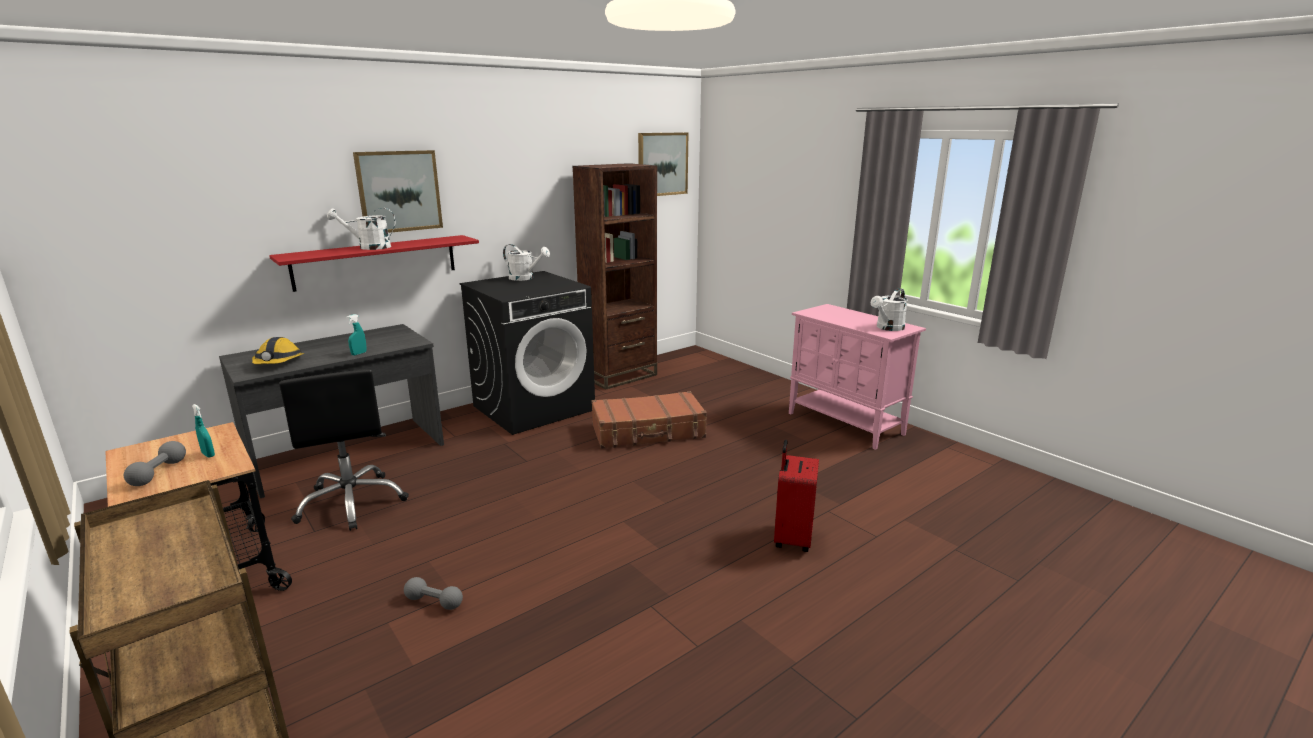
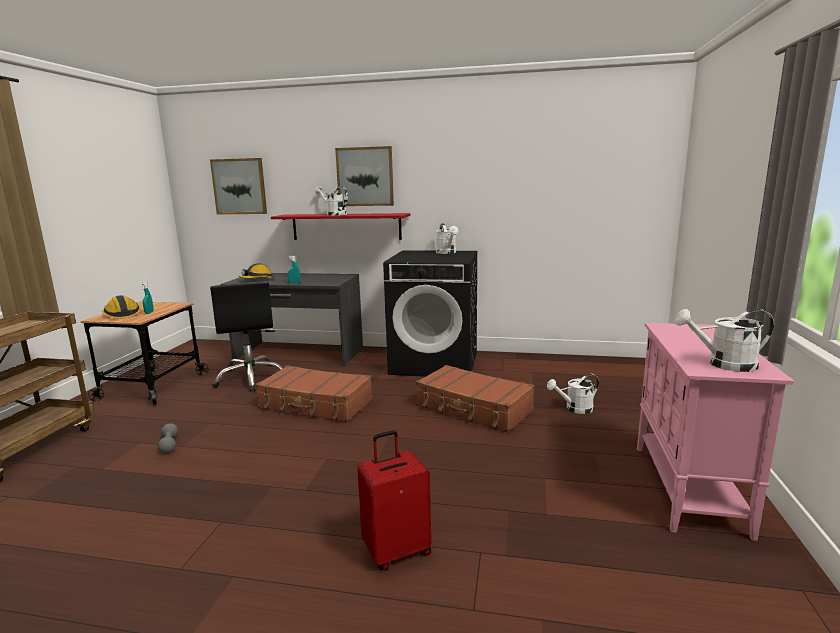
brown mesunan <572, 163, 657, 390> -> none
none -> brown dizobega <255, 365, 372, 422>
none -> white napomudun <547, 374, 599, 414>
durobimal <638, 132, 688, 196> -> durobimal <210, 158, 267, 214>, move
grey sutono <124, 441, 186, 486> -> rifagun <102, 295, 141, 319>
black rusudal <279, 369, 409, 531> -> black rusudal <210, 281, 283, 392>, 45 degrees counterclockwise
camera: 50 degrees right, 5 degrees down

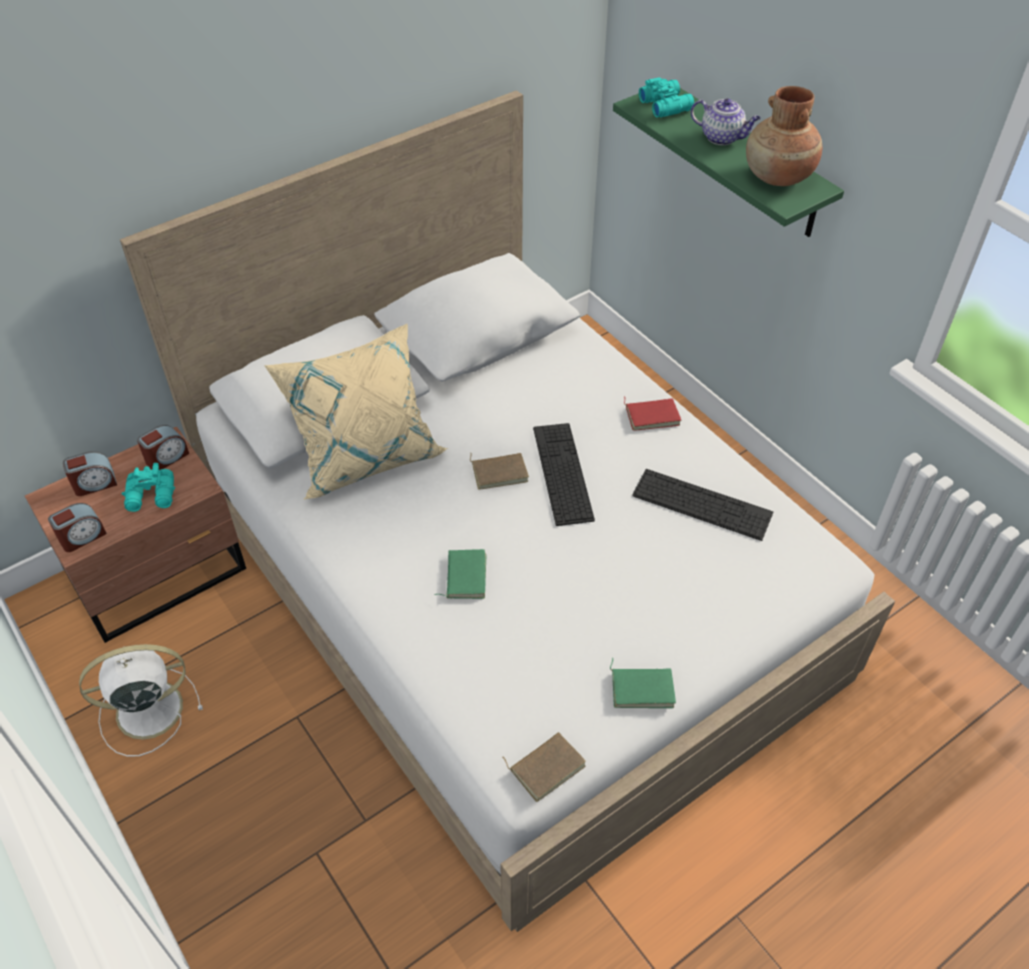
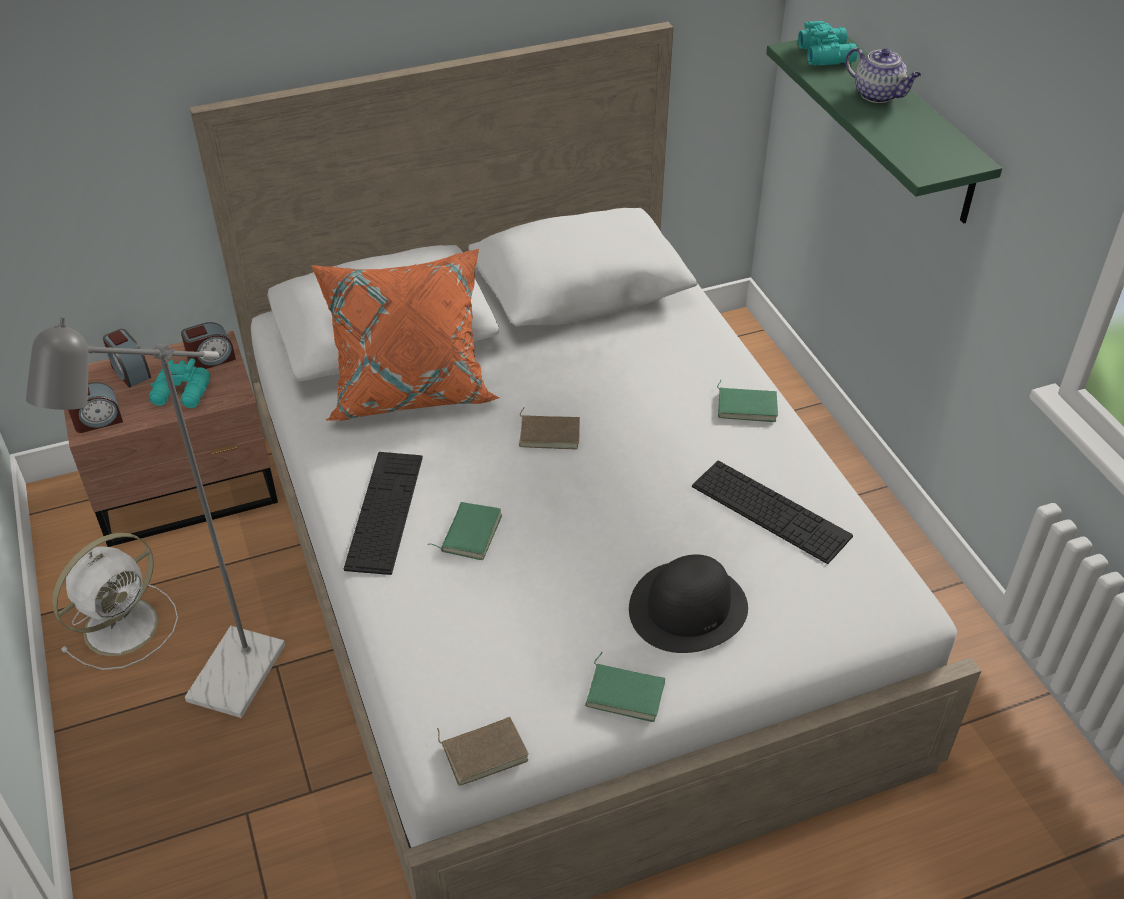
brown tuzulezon <746, 86, 822, 186> -> none
none -> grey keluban <26, 317, 285, 718>
none -> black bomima <629, 554, 748, 653>
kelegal <533, 423, 595, 526> -> kelegal <344, 452, 423, 575>, move
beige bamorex <264, 323, 448, 499> -> orange bamorex <311, 249, 500, 421>
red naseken <624, 397, 681, 431> -> green naseken <717, 380, 778, 422>
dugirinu <63, 451, 117, 496> -> dugirinu <103, 329, 151, 388>, 60 degrees clockwise
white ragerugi <79, 644, 203, 757> -> white ragerugi <52, 533, 178, 670>, 135 degrees clockwise
camera: 15 degrees right, 5 degrees down

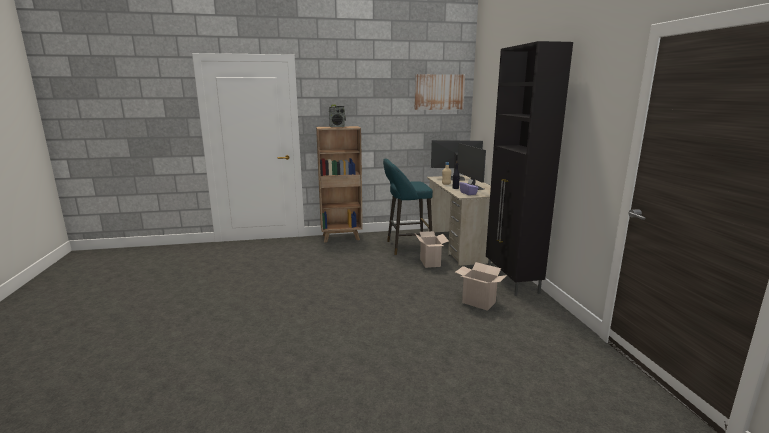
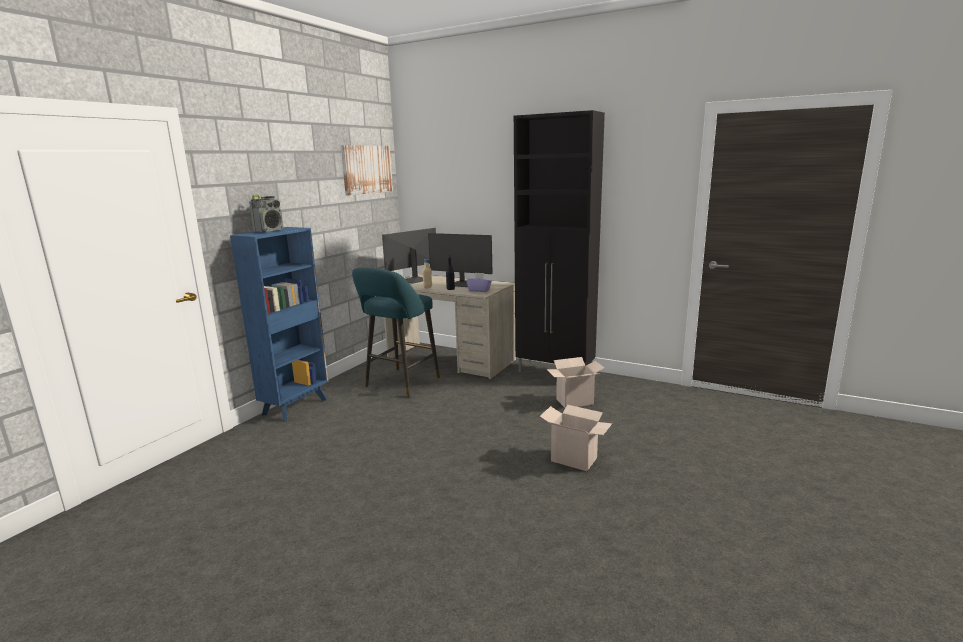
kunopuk <415, 231, 449, 268> -> kunopuk <540, 405, 612, 471>, move
brown mesunan <316, 126, 363, 243> -> blue mesunan <230, 227, 328, 422>
camera: 50 degrees left, 0 degrees up

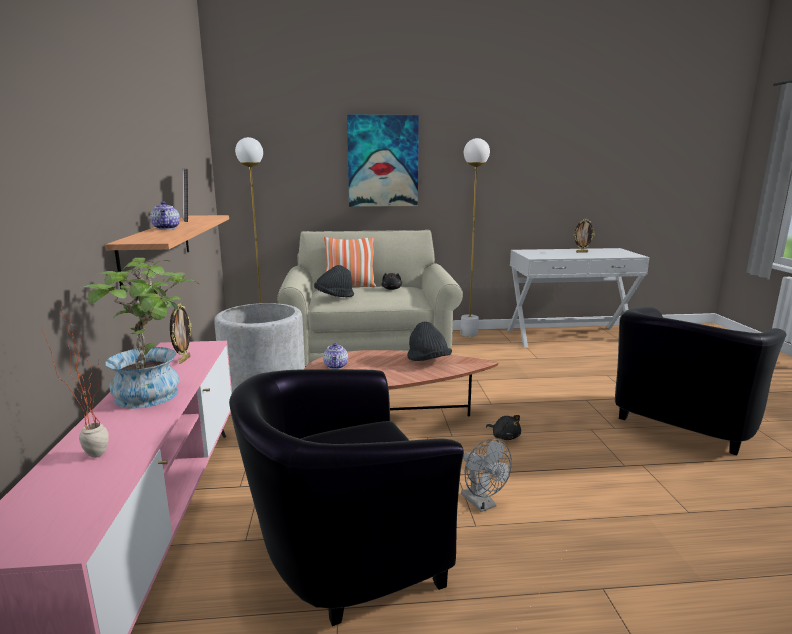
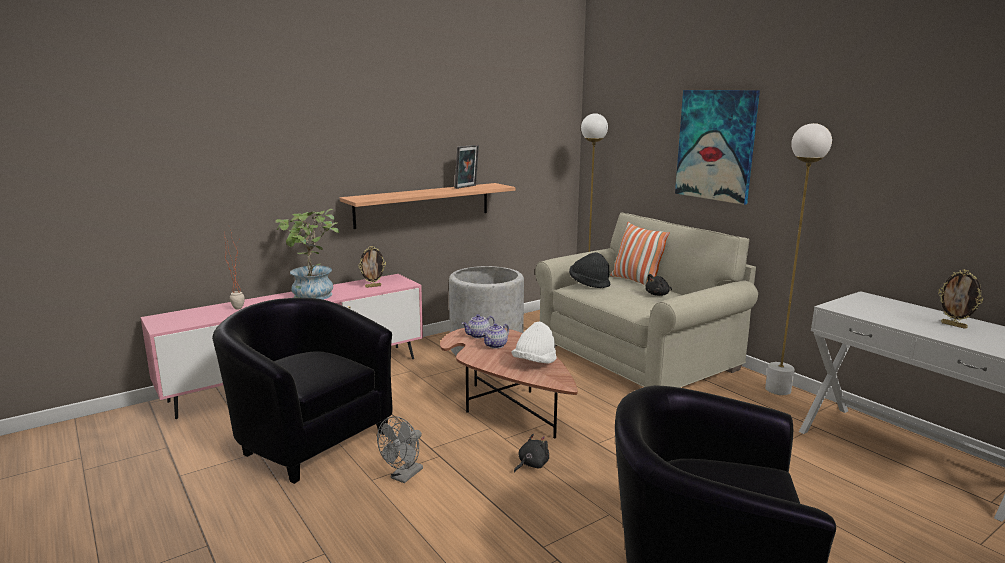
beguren <150, 201, 180, 230> -> beguren <482, 323, 509, 349>, move
black bomima <407, 322, 452, 361> -> white bomima <511, 322, 557, 364>
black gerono <486, 415, 521, 440> -> black gerono <514, 434, 549, 473>, 150 degrees counterclockwise
camera: 60 degrees right, 0 degrees up

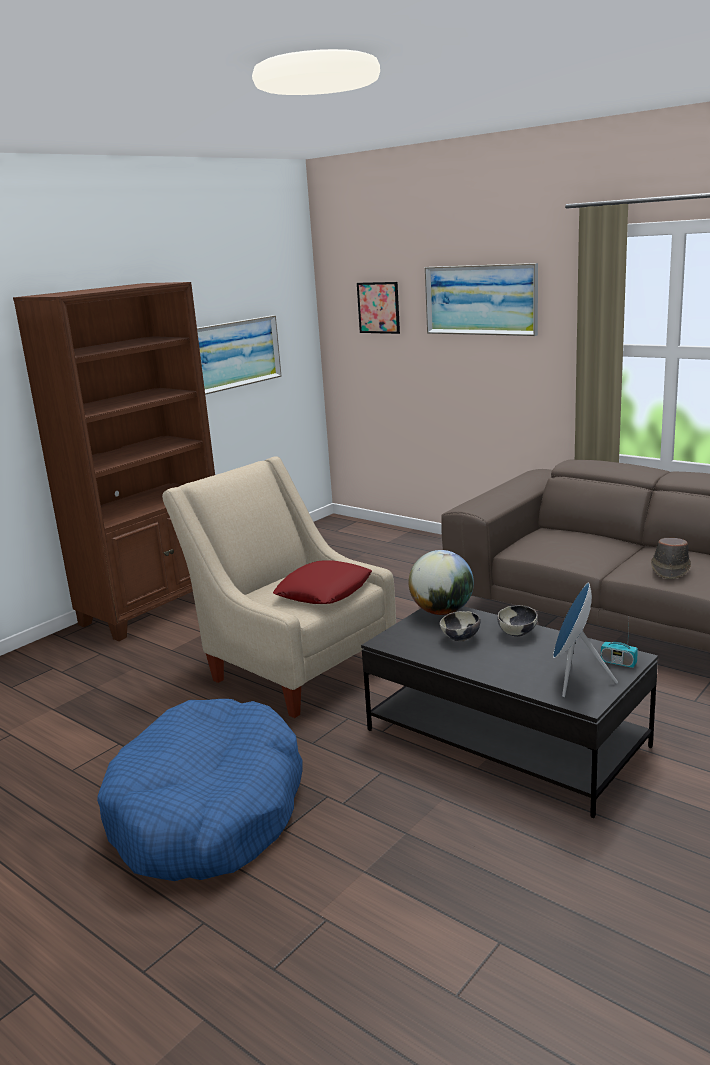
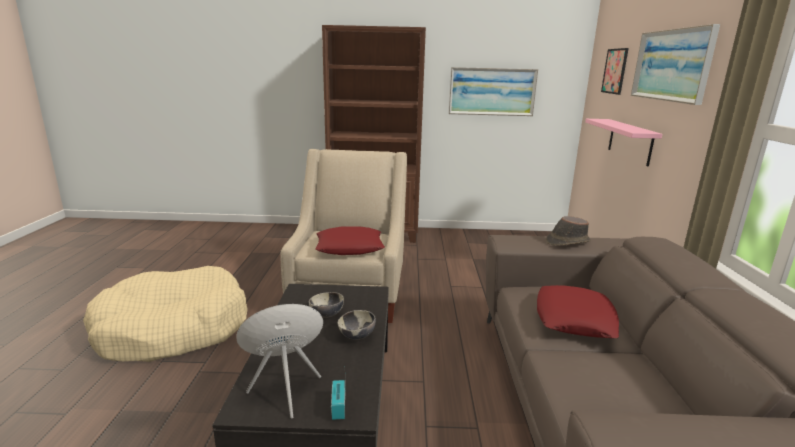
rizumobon <409, 550, 474, 615> -> none
none -> red bamorex <537, 285, 619, 338>
none -> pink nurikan <585, 119, 662, 167>
brown bomima <651, 538, 691, 579> -> brown bomima <546, 216, 591, 246>, move
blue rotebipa <97, 699, 302, 881> -> beige rotebipa <83, 266, 248, 362>
camera: 50 degrees right, 0 degrees up

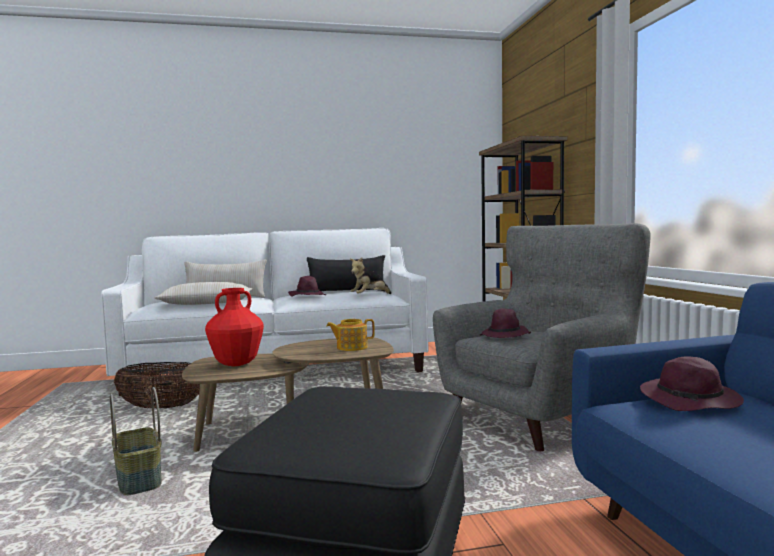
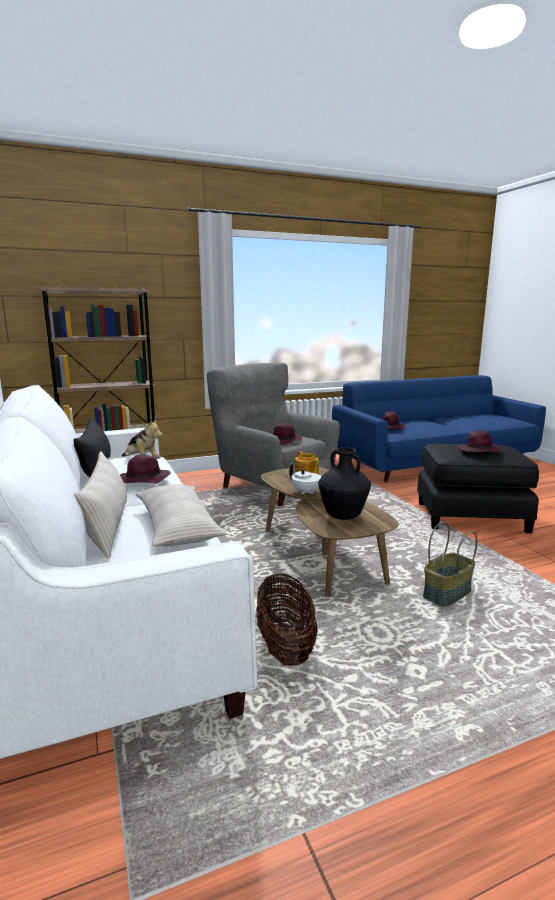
none -> white beguren <289, 464, 322, 494>
none -> purple bomima <458, 430, 501, 453>
red tuzulezon <205, 288, 264, 366> -> black tuzulezon <318, 447, 371, 520>
camera: 100 degrees left, 10 degrees up

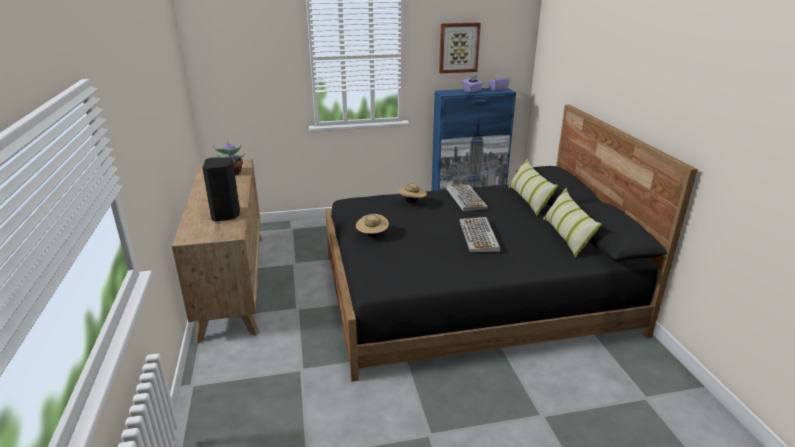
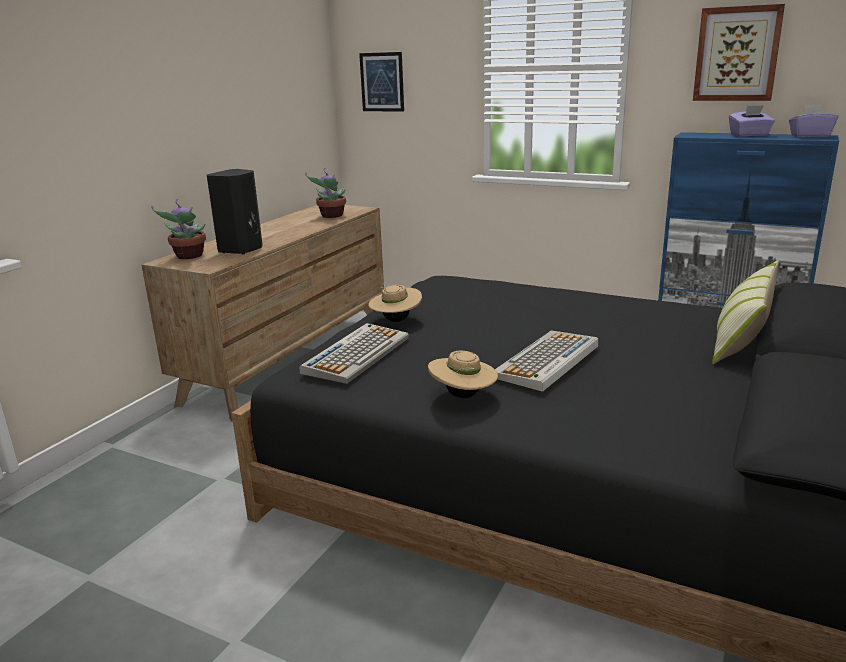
bamorex <543, 188, 602, 258> -> none
none -> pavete <151, 199, 206, 259>
none -> durobimal <359, 52, 404, 112>
beige bomima <397, 184, 427, 203> -> beige bomima <428, 350, 498, 398>, move
kelegal <446, 184, 489, 212> -> kelegal <299, 323, 409, 384>, move
camera: 40 degrees right, 5 degrees down

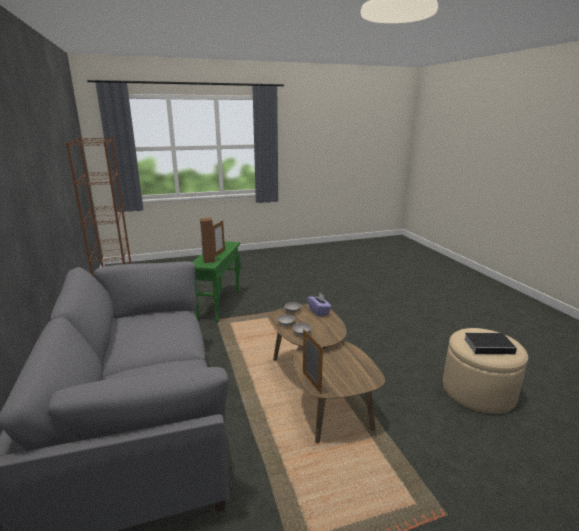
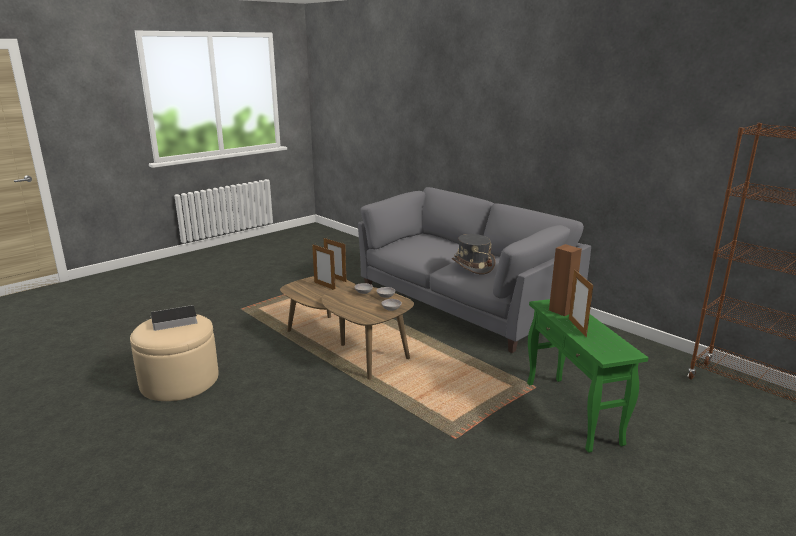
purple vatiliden <308, 293, 332, 317> -> none
none -> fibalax <312, 244, 336, 290>
none -> grey bomima <452, 234, 496, 274>
camera: 155 degrees right, 0 degrees up

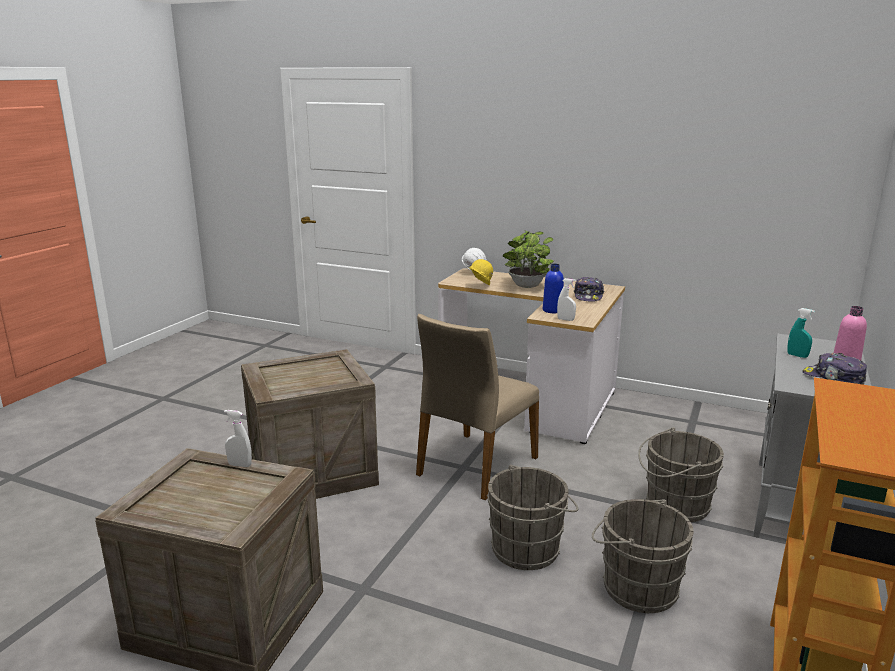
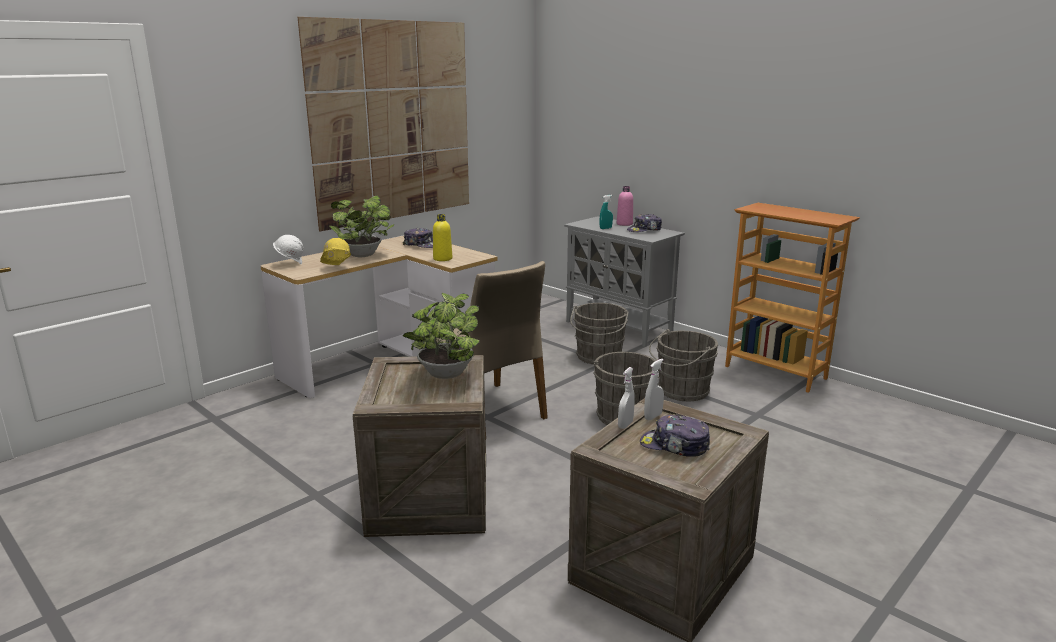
none -> durobimal <298, 17, 469, 231>
none -> pavete <403, 293, 480, 379>
none -> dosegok <640, 414, 710, 457>
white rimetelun <557, 278, 576, 321> -> white rimetelun <644, 359, 664, 420>, move
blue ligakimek <543, 264, 564, 313> -> yellow ligakimek <433, 214, 452, 261>
camera: 70 degrees left, 0 degrees up

